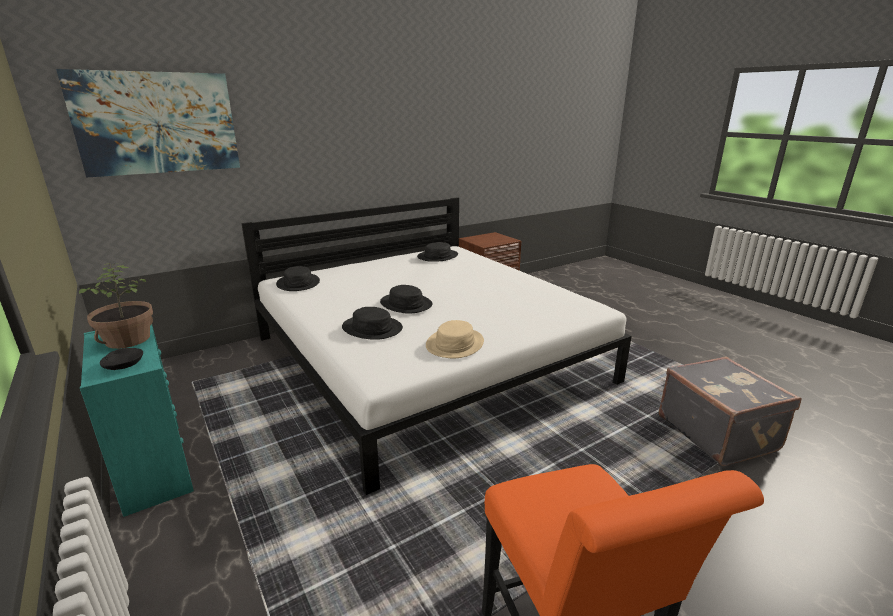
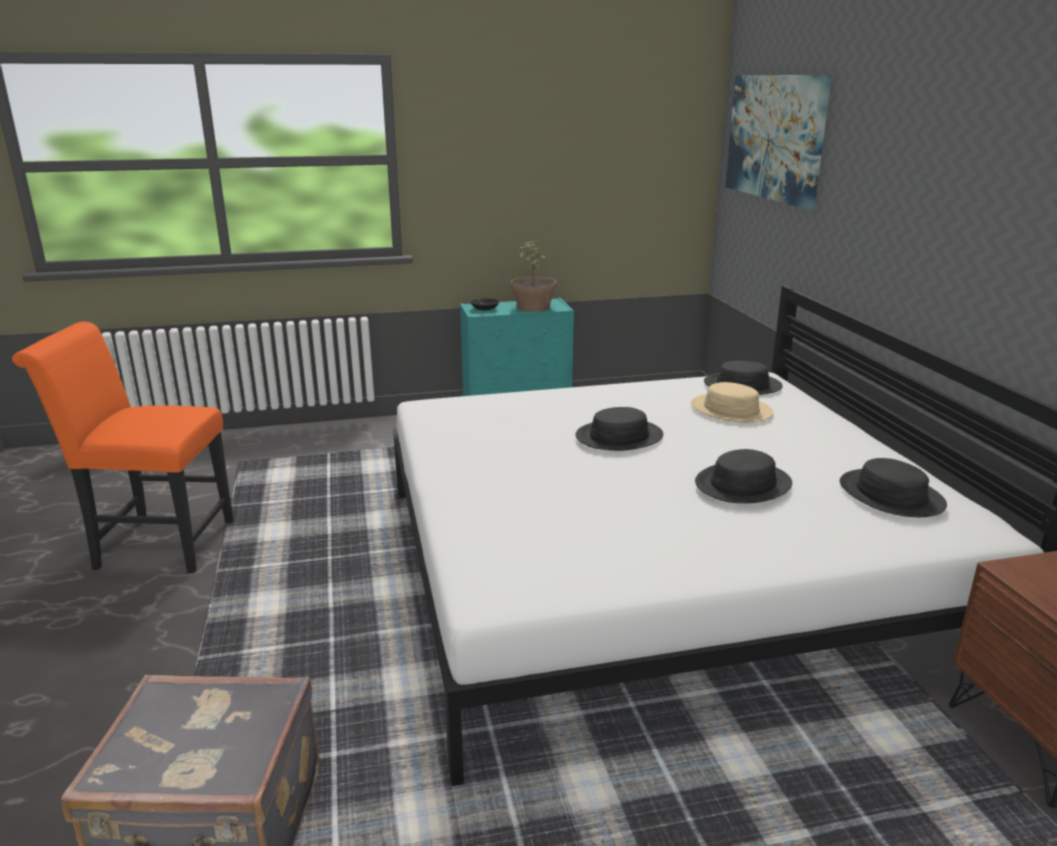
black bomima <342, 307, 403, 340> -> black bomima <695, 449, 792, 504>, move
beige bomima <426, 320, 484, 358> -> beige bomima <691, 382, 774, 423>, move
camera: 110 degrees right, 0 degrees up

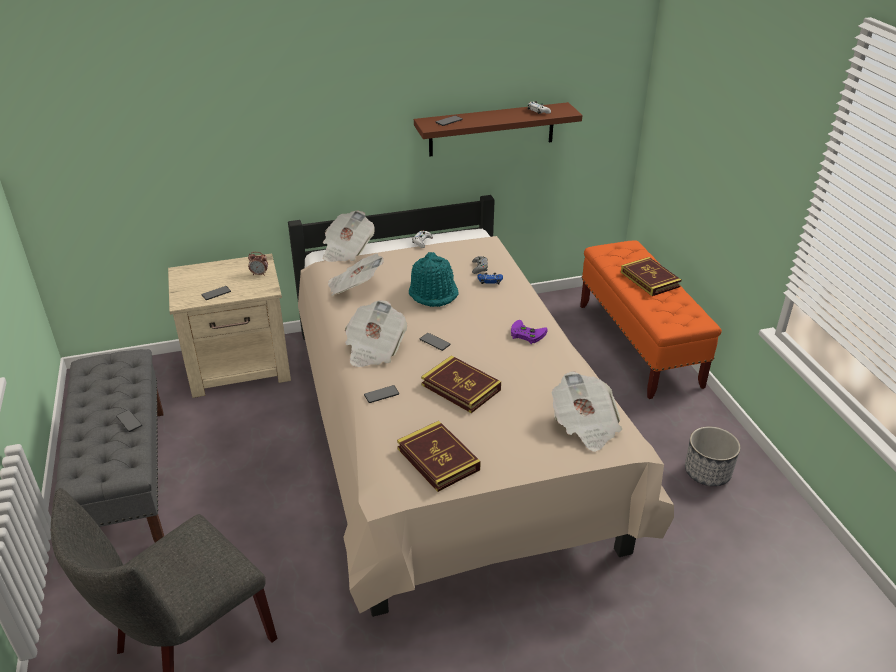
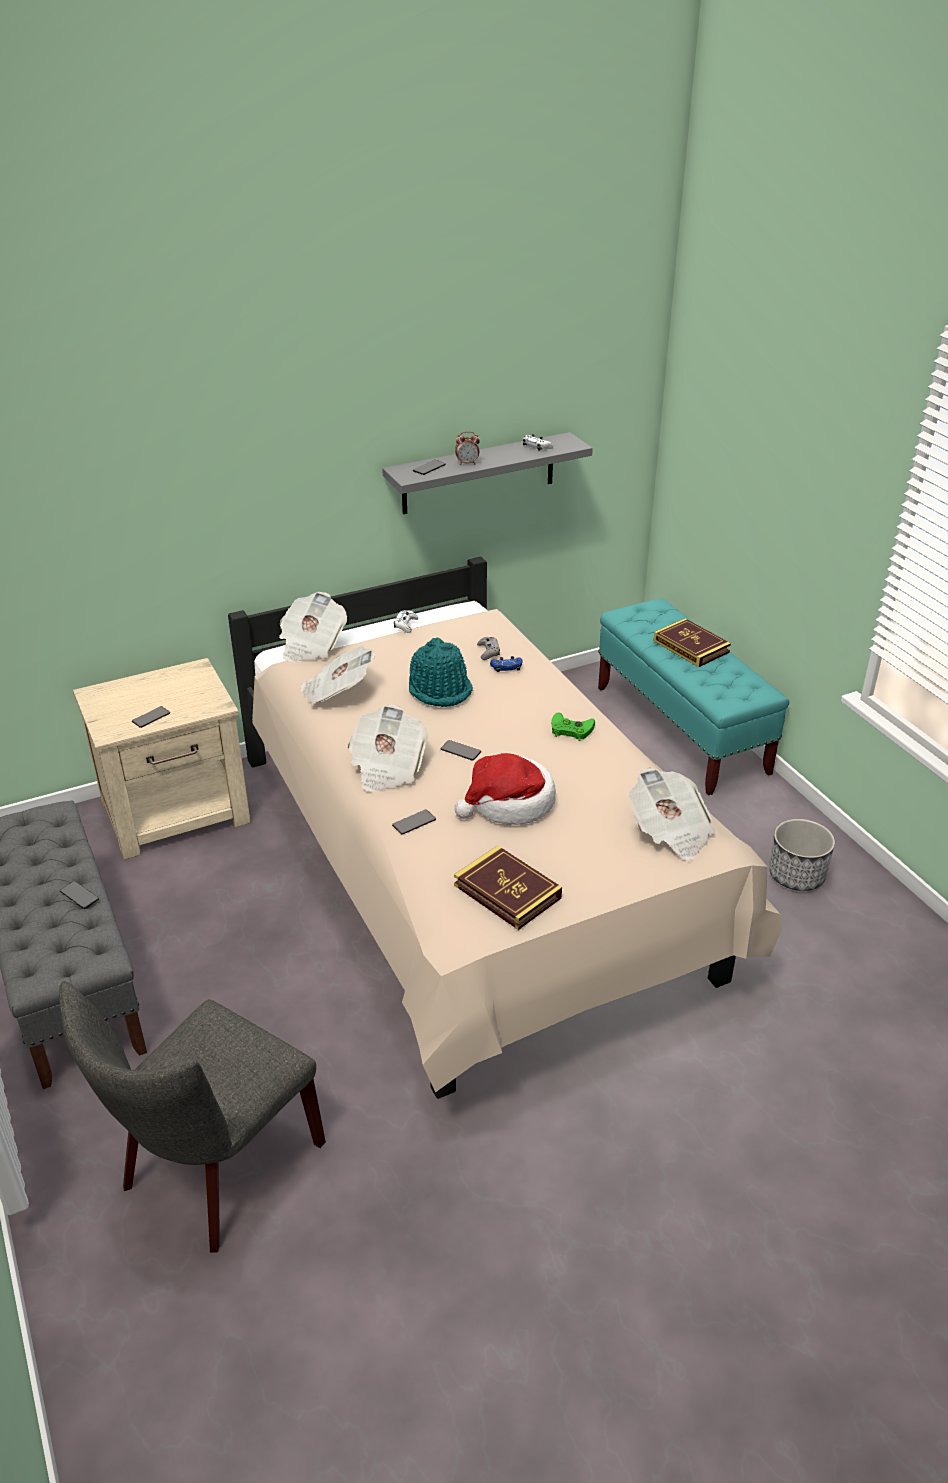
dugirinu <248, 252, 268, 276> -> dugirinu <455, 431, 480, 465>, move
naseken <421, 355, 501, 413> -> bomima <454, 753, 556, 825>
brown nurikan <414, 102, 583, 157> -> grey nurikan <382, 432, 593, 514>
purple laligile <511, 320, 548, 344> -> green laligile <551, 712, 595, 741>
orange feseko <580, 240, 722, 399> -> turquoise feseko <598, 599, 789, 795>
camera: 10 degrees left, 0 degrees up

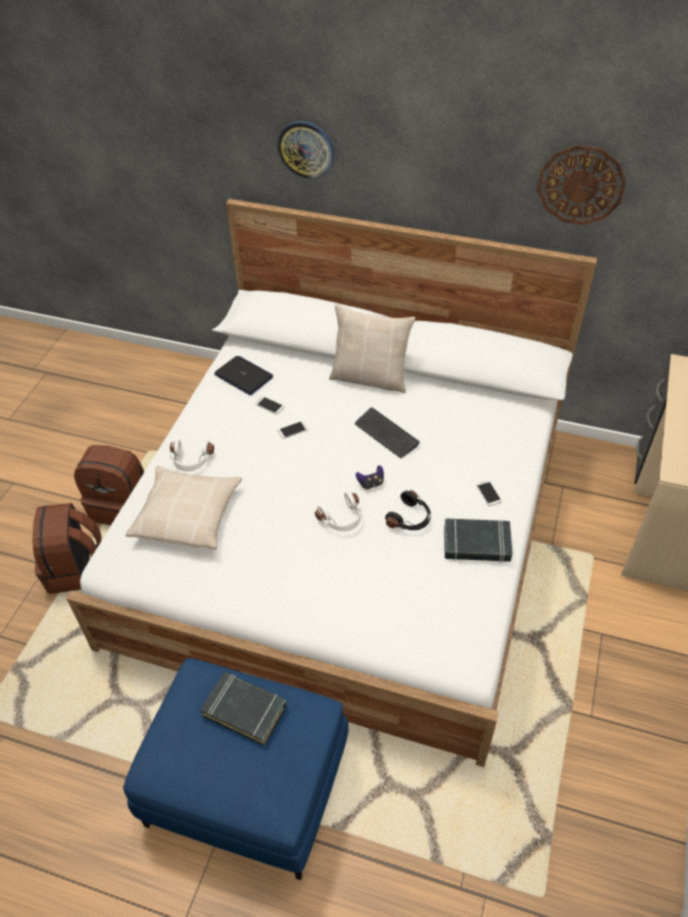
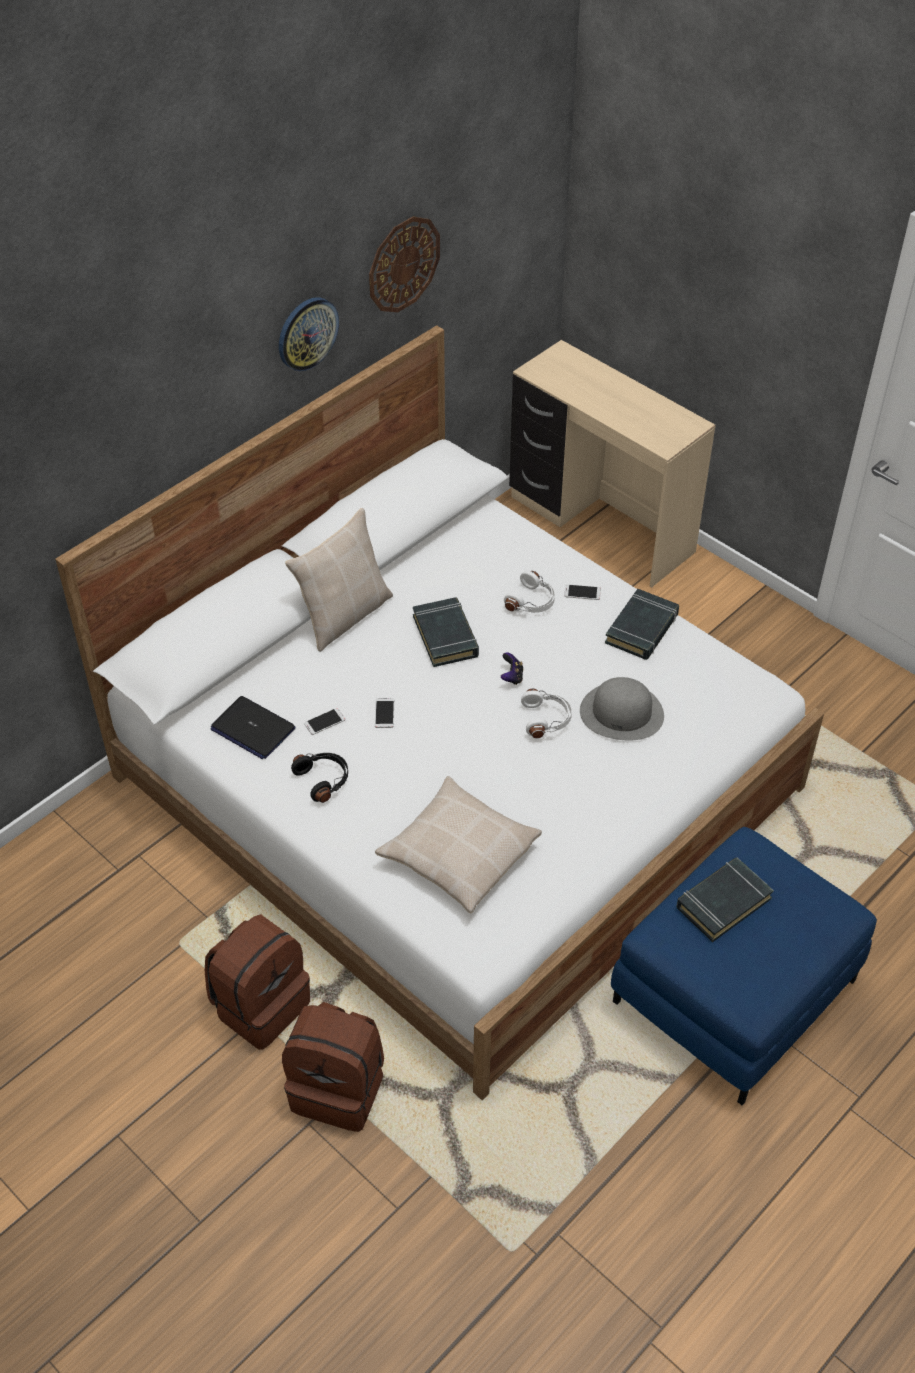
none -> grey bomima <580, 677, 664, 740>
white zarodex <170, 439, 214, 471> -> white zarodex <504, 571, 555, 613>, move
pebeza <277, 121, 334, 179> -> pebeza <279, 297, 339, 371>, move
black zarodex <385, 490, 431, 530> -> black zarodex <291, 753, 348, 803>, move
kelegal <355, 408, 420, 458> -> black naseken <413, 597, 479, 667>
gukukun <214, 356, 273, 395> -> gukukun <211, 696, 296, 759>, 120 degrees counterclockwise
camera: 65 degrees left, 0 degrees up

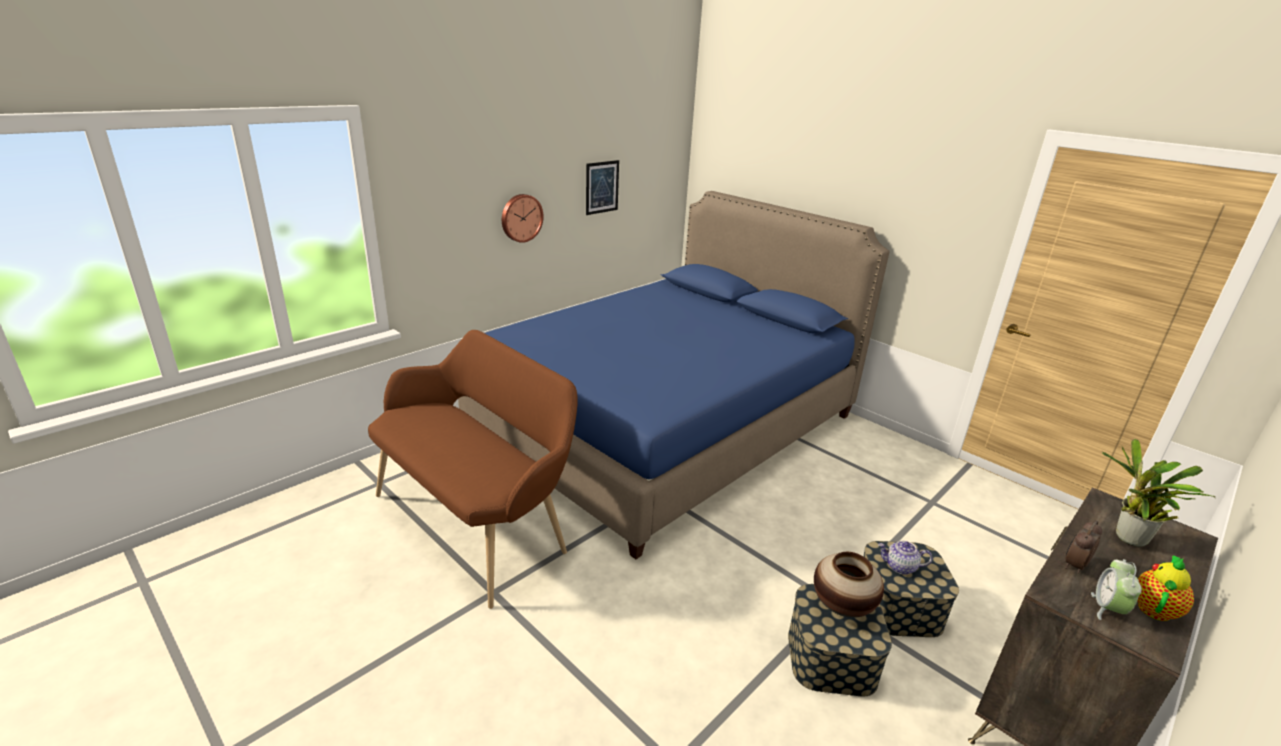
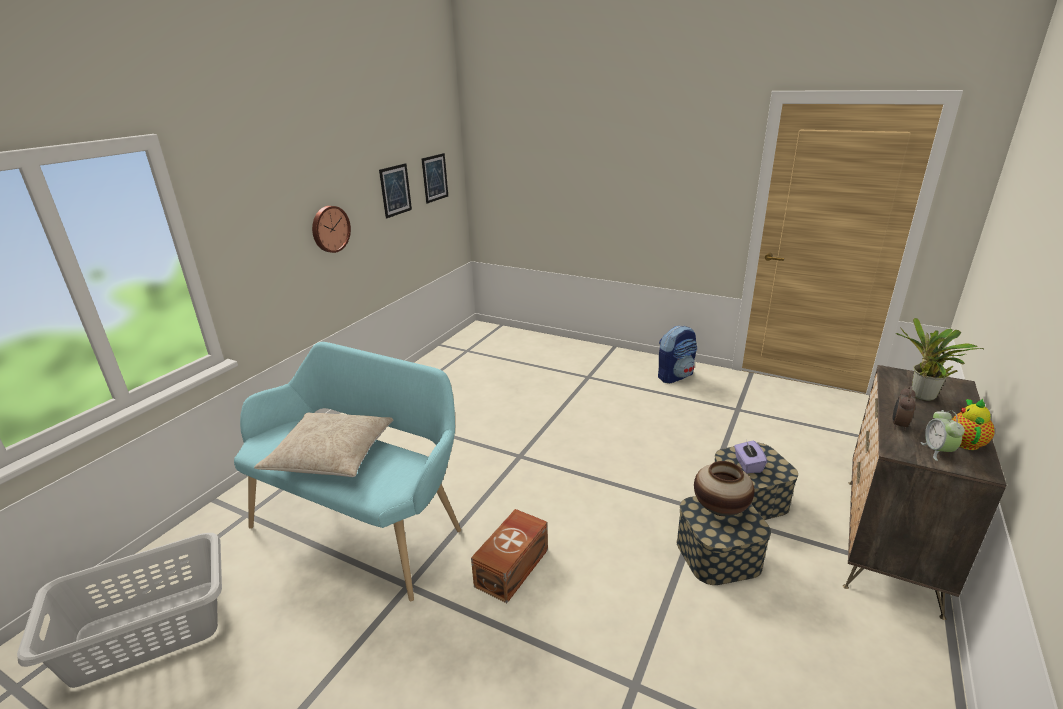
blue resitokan <458, 191, 889, 559> -> none
none -> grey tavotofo <17, 533, 222, 688>
none -> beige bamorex <254, 413, 394, 477>
none -> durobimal <422, 153, 448, 204>
none -> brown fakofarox <471, 509, 548, 603>
none -> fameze <658, 325, 697, 383>
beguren <878, 541, 932, 575> -> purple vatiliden <734, 440, 767, 473>
brown feseko <368, 330, 578, 609> -> turquoise feseko <234, 342, 461, 601>
camera: 15 degrees left, 0 degrees up

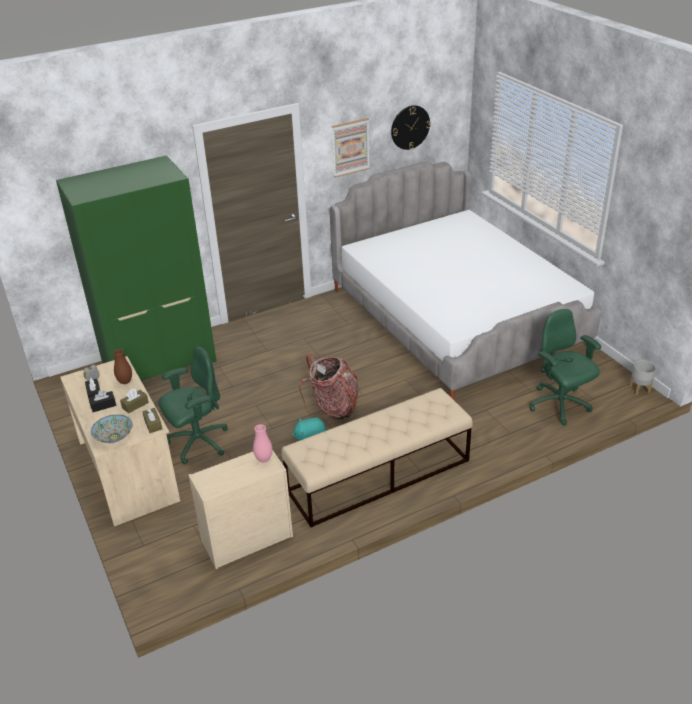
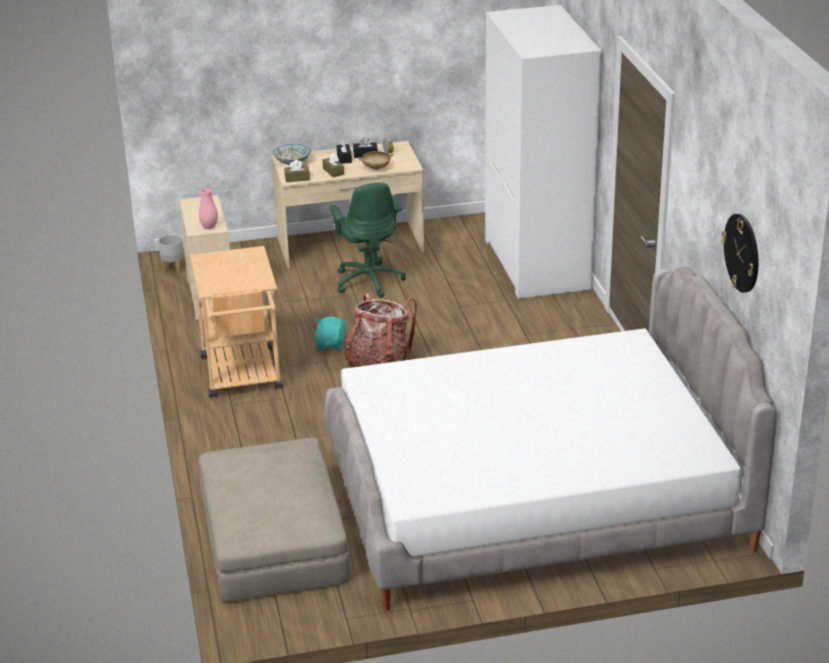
durobimal <332, 118, 370, 178> -> none
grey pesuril <630, 360, 656, 395> -> grey pesuril <158, 234, 184, 274>, move
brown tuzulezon <113, 349, 132, 384> -> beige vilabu <358, 151, 393, 170>
beige feseko <281, 388, 473, 527> -> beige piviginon <190, 246, 283, 398>
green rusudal <530, 309, 601, 426> -> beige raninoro <198, 437, 351, 602>
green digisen <56, 155, 216, 381> -> white digisen <485, 5, 602, 299>
camera: 105 degrees right, 5 degrees down

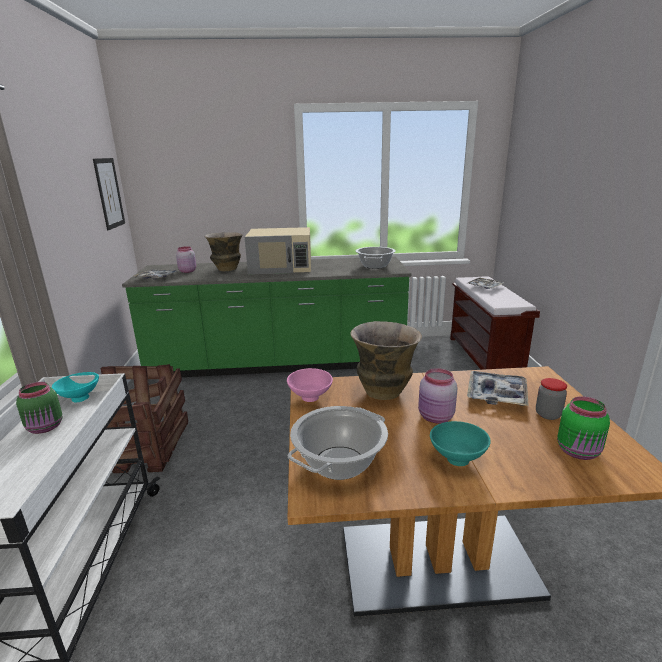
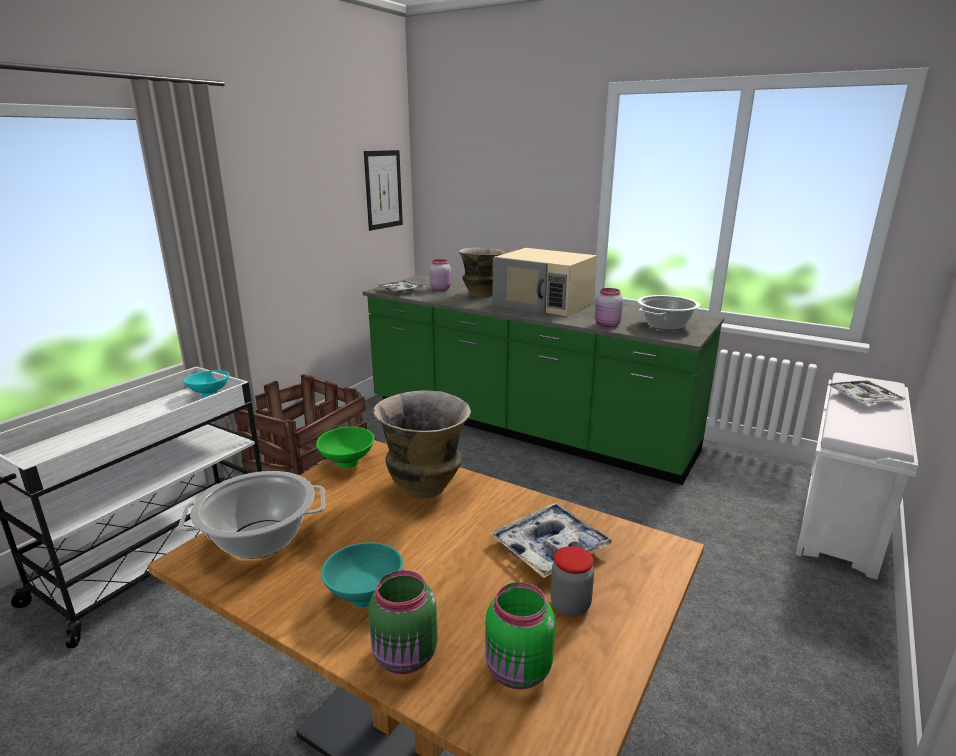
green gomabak <16, 382, 62, 434> -> green gomabak <368, 570, 437, 674>, move
pink gomabak <418, 368, 457, 423> -> pink gomabak <595, 288, 623, 327>, move
pink vilabu <287, 368, 333, 402> -> green vilabu <316, 427, 374, 469>
brown feseko <450, 276, 540, 370> -> white feseko <795, 373, 918, 580>
camera: 35 degrees right, 0 degrees up

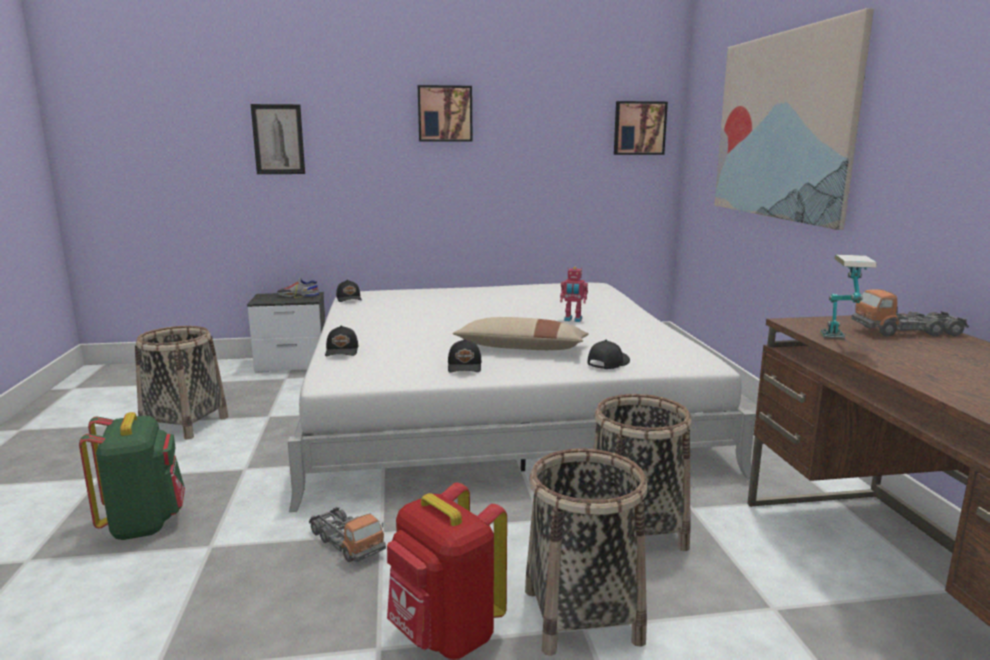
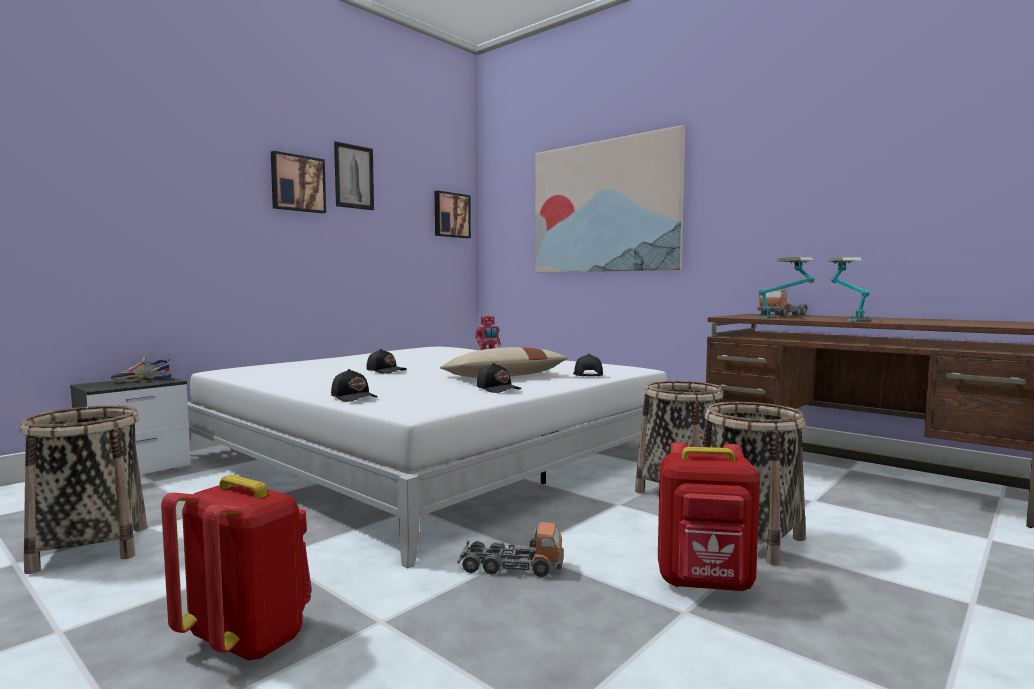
none -> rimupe <828, 257, 871, 322>
durobimal <251, 104, 305, 174> -> durobimal <334, 141, 374, 210>, move
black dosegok <336, 280, 362, 302> -> black dosegok <366, 349, 407, 374>, move
green fameze <79, 412, 185, 540> -> red fameze <161, 475, 312, 662>
camera: 40 degrees left, 10 degrees down

